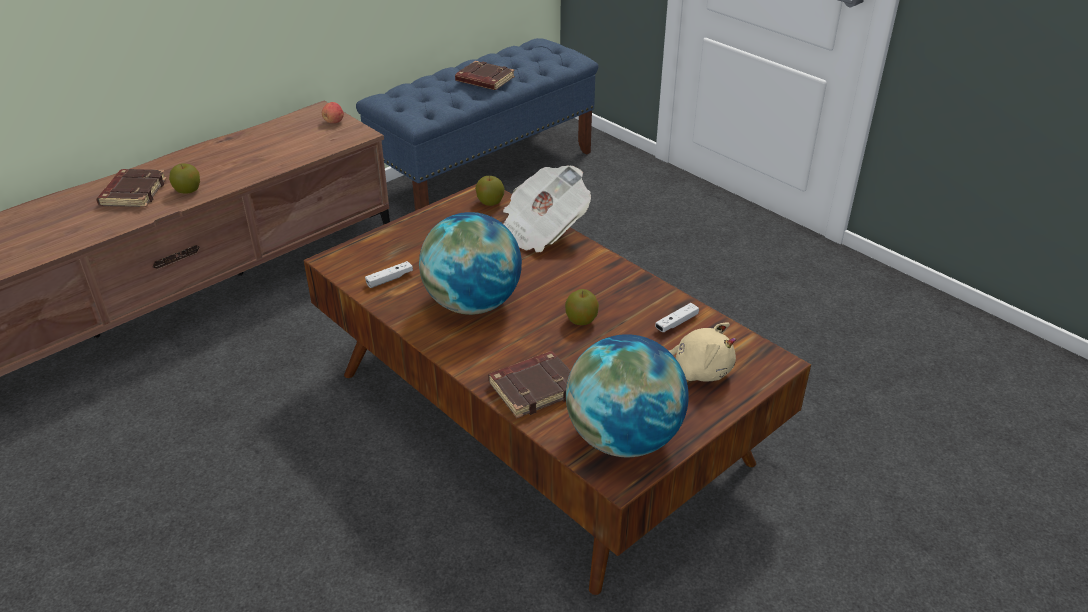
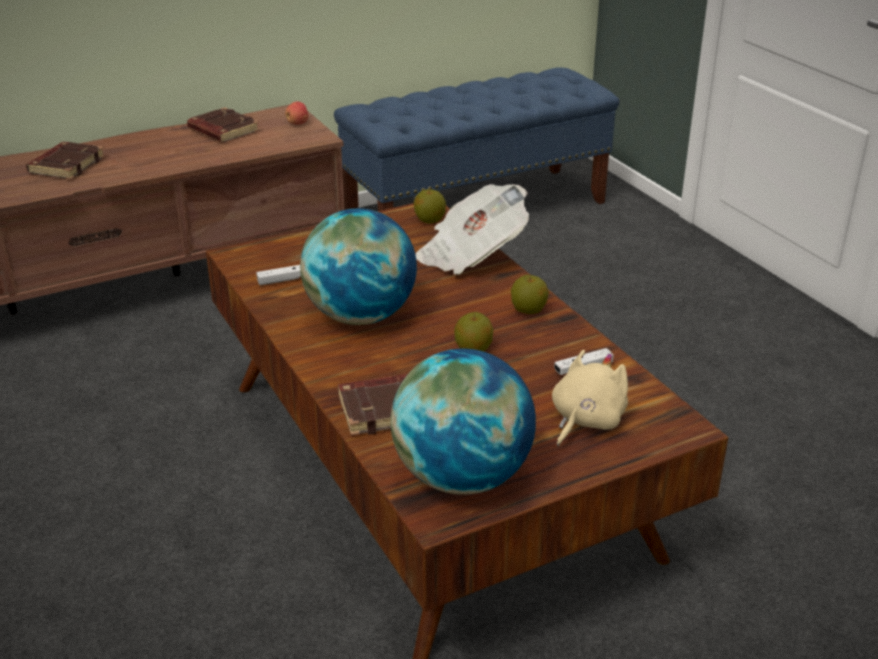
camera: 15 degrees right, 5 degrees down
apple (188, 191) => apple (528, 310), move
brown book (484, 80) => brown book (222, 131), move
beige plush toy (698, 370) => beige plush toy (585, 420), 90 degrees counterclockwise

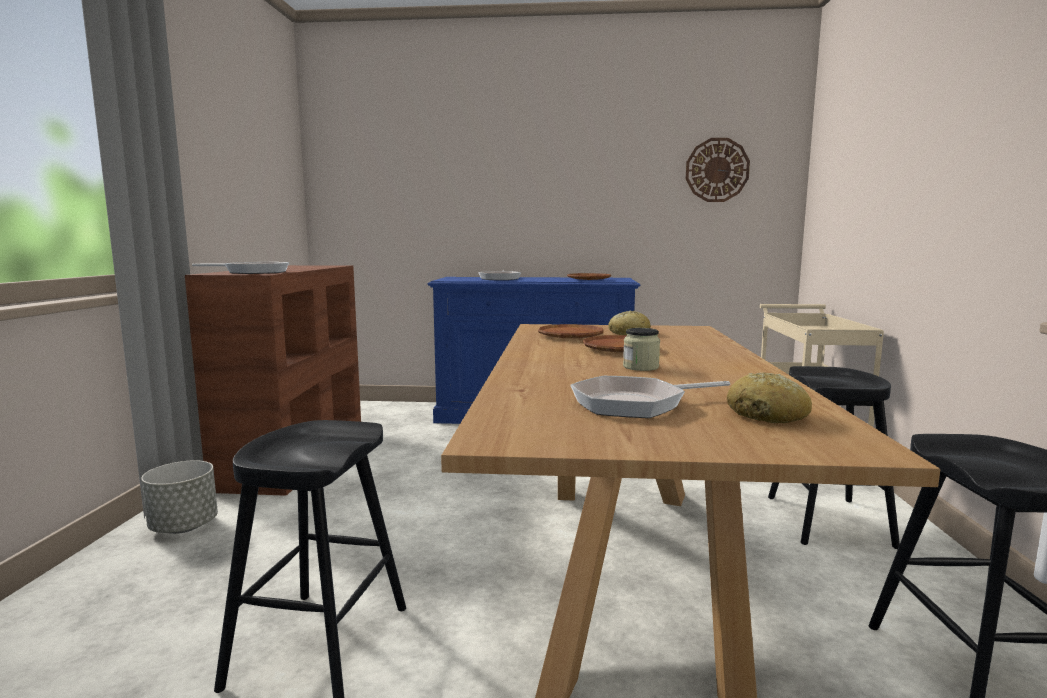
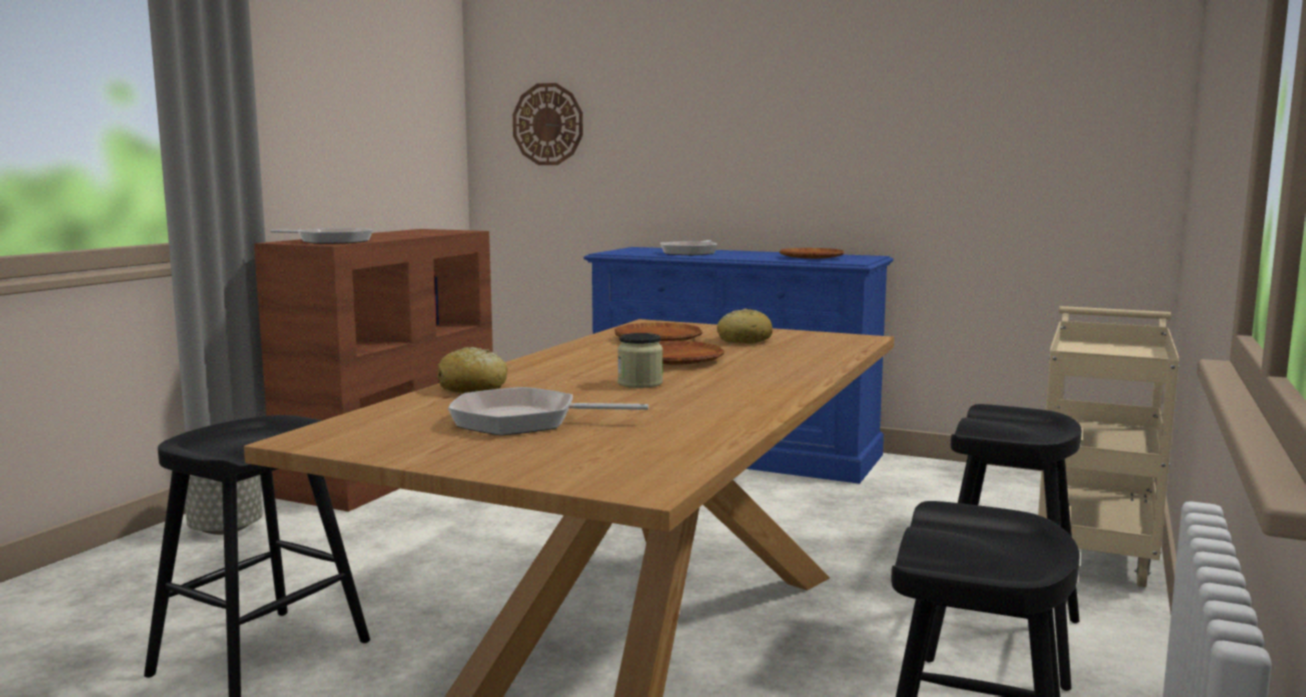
camera: 20 degrees right, 0 degrees up
wall clock (717, 170) => wall clock (548, 124), move
bread (767, 415) => bread (473, 388), move

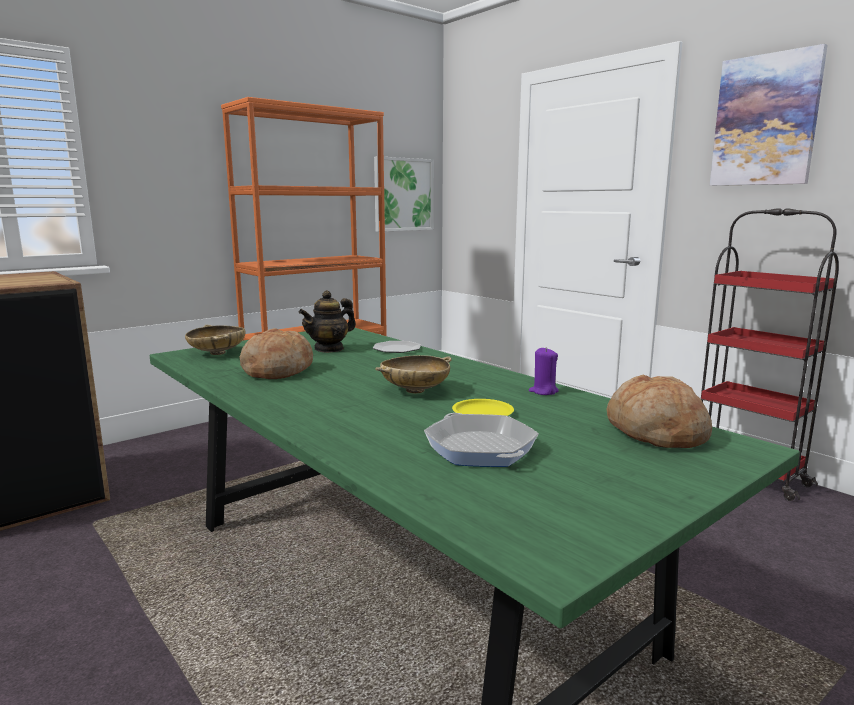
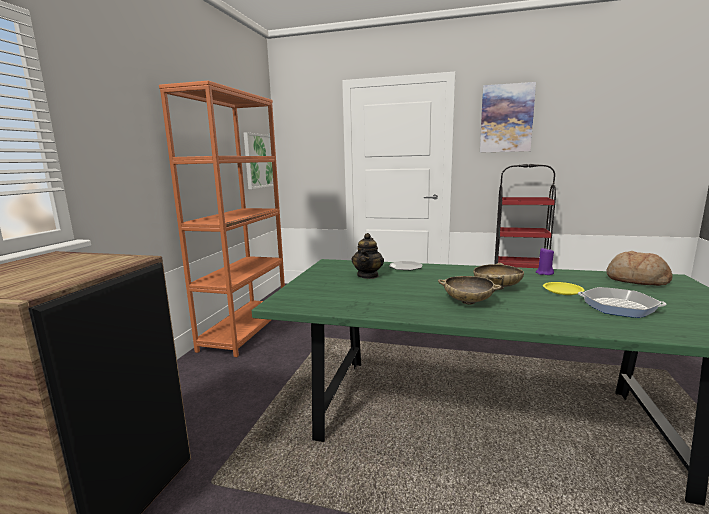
camera: 35 degrees left, 0 degrees up
bread (277, 370) => nothing
beige bowl (217, 353) => beige bowl (468, 302), move

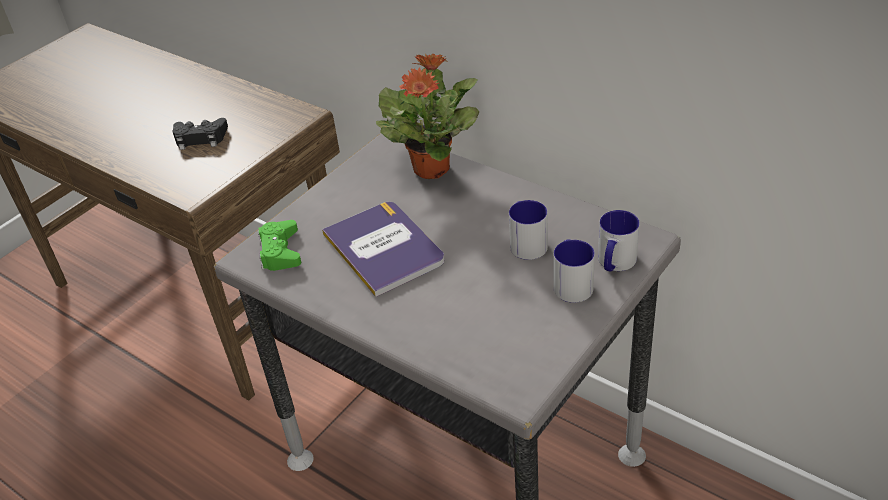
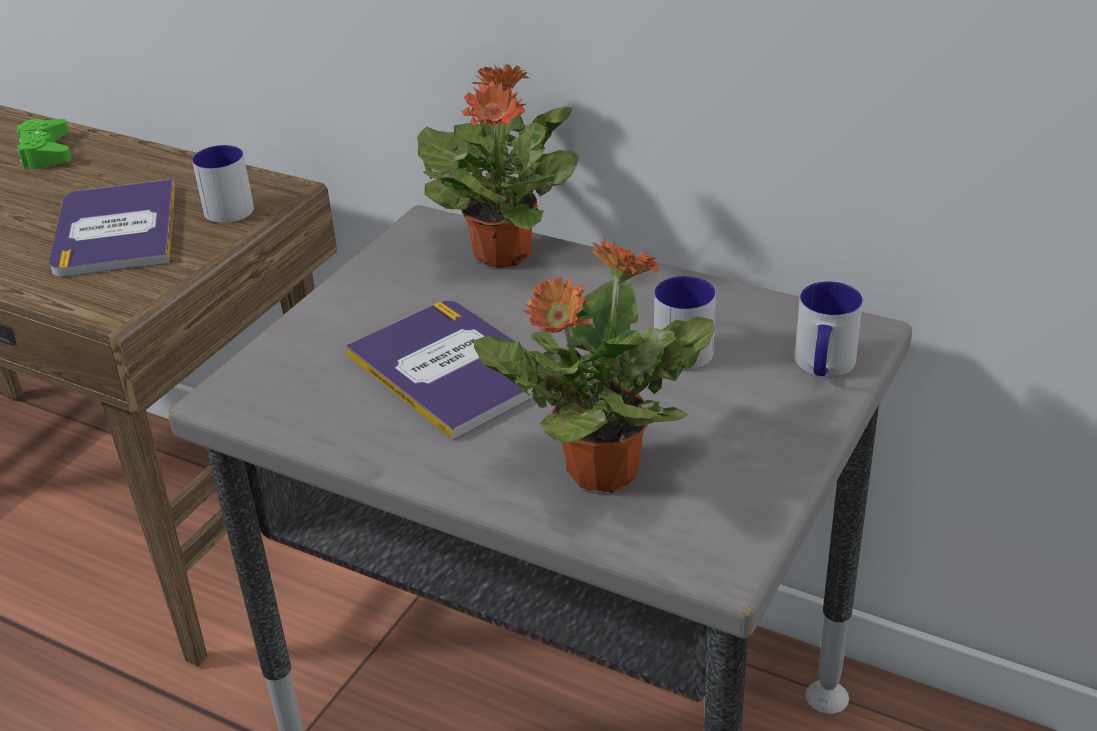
camera: 10 degrees left, 5 degrees down
nothing => potted plant (599, 471)
green game controller (280, 251) => green game controller (46, 153), move
mug (571, 283) => mug (228, 206), move
black game controller (200, 138) => book (116, 230)

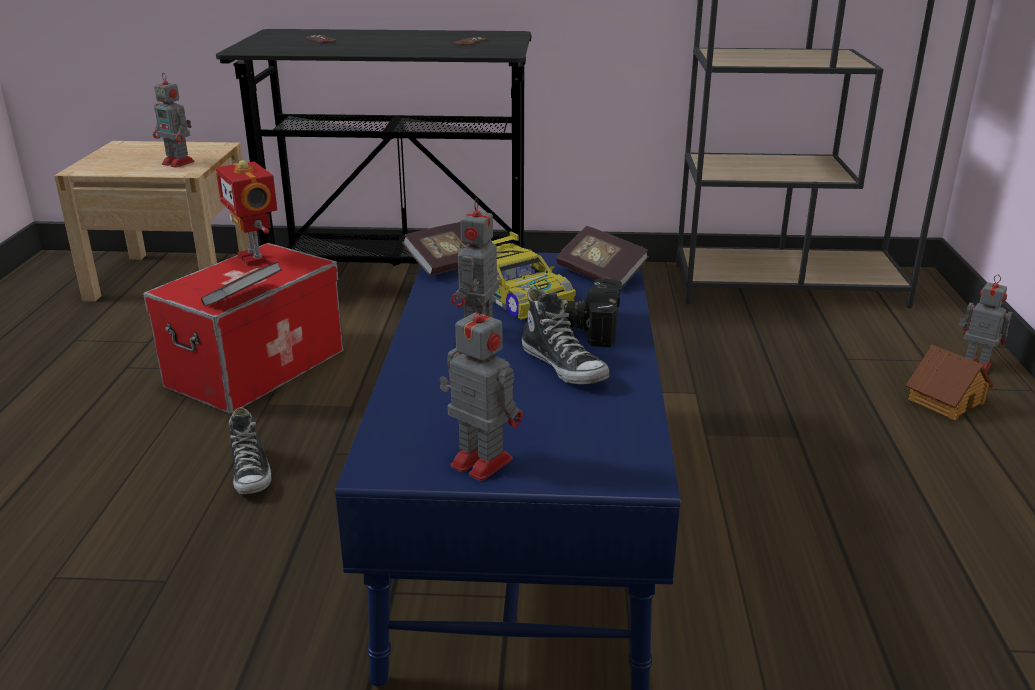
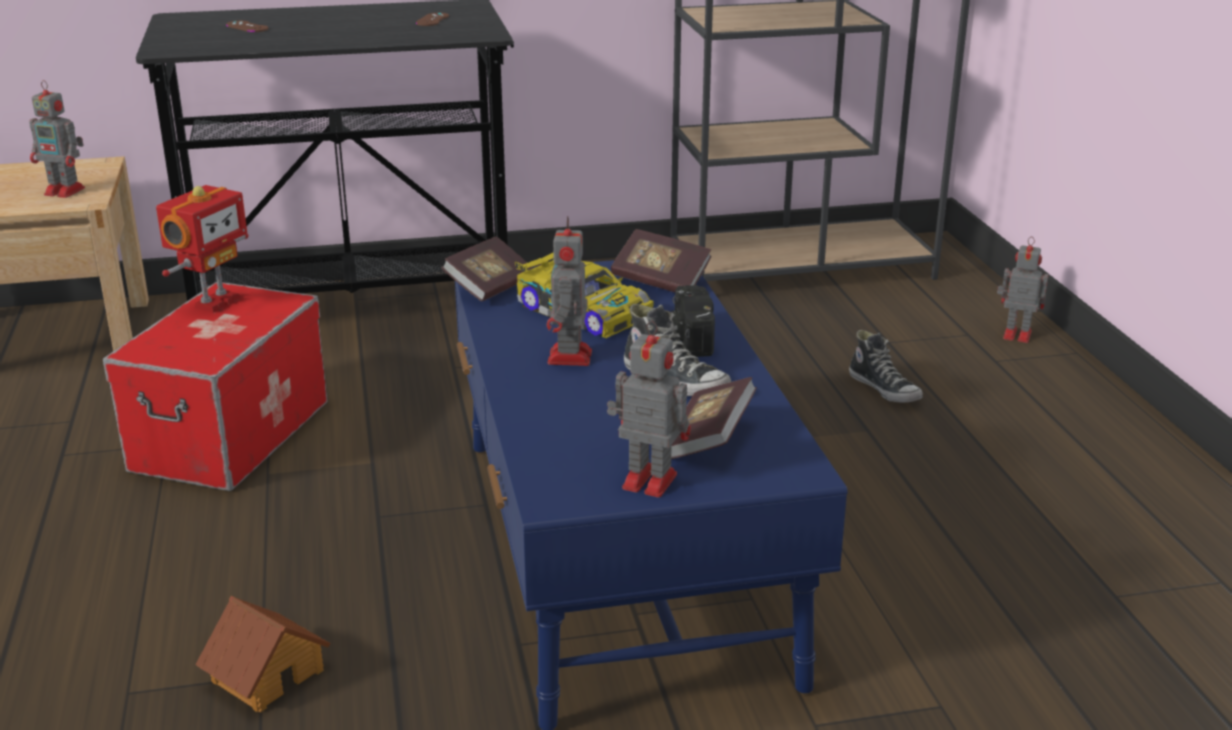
camera: 15 degrees left, 0 degrees up
book (243, 298) => book (709, 439), move
shoe (251, 473) => shoe (885, 389), move
toy house (945, 400) => toy house (266, 674), move
toy robot (255, 258) => toy robot (215, 302), 105 degrees counterclockwise

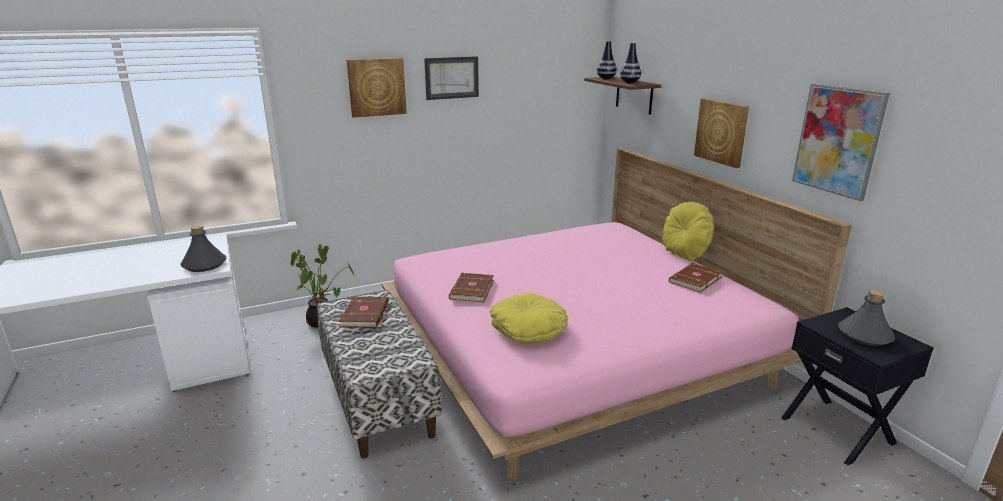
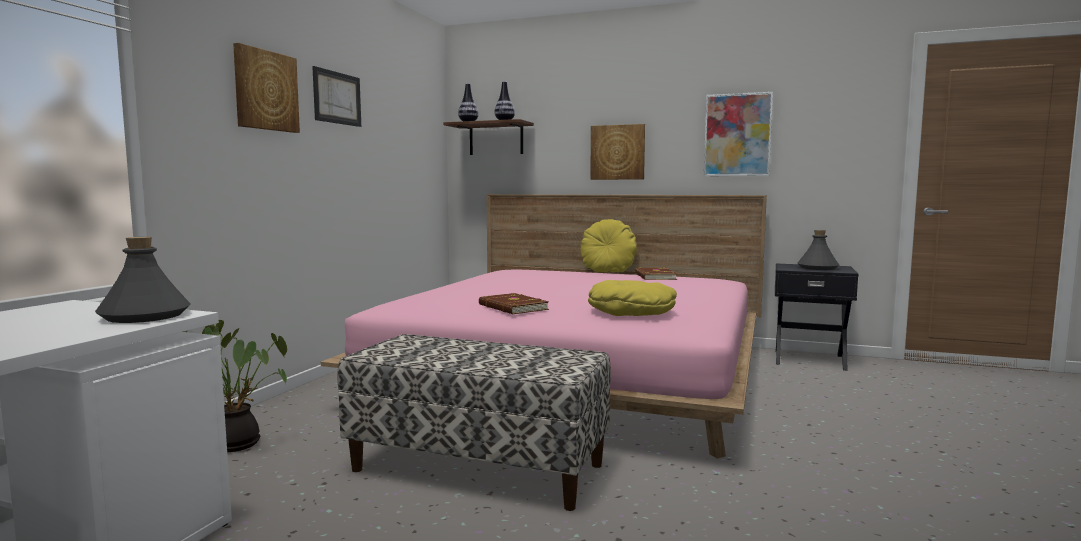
camera: 45 degrees left, 15 degrees down
brown book (366, 314) => nothing

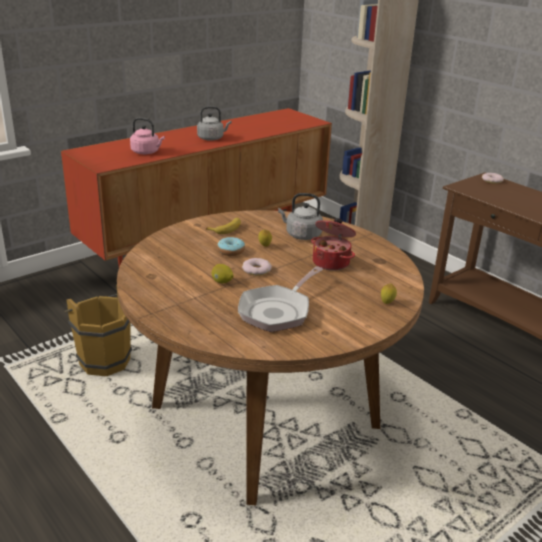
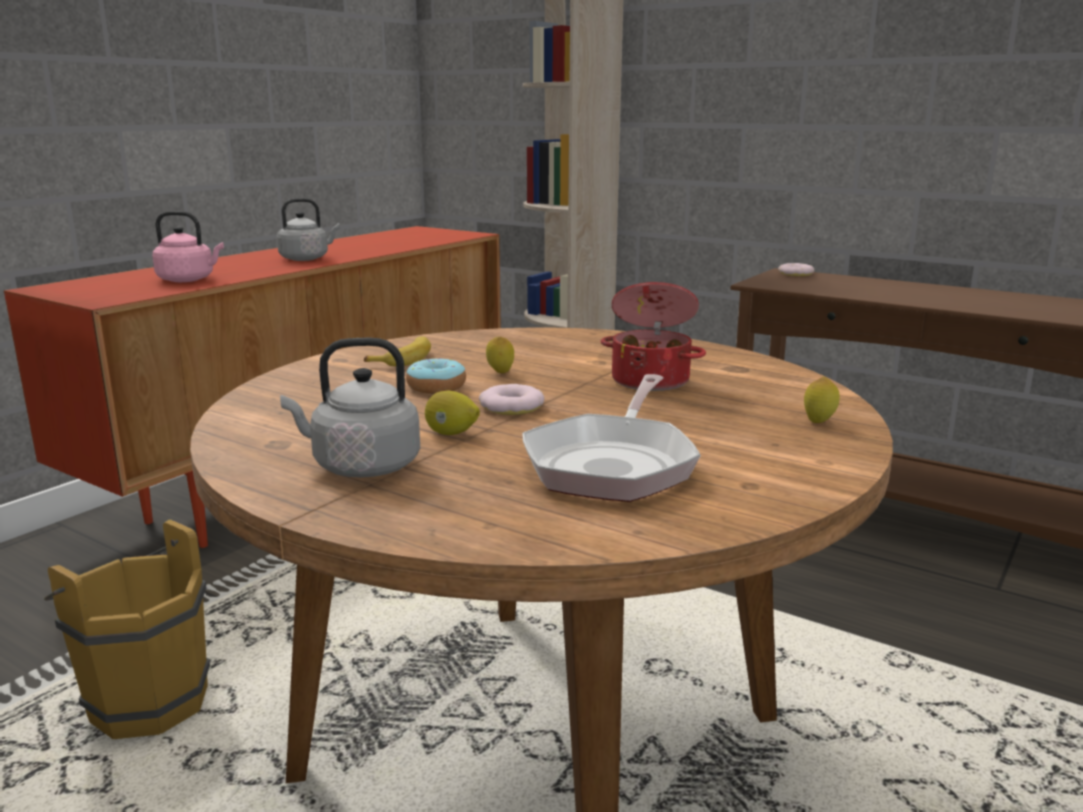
camera: 15 degrees left, 10 degrees down
grey kettle (301, 235) => grey kettle (361, 466), move

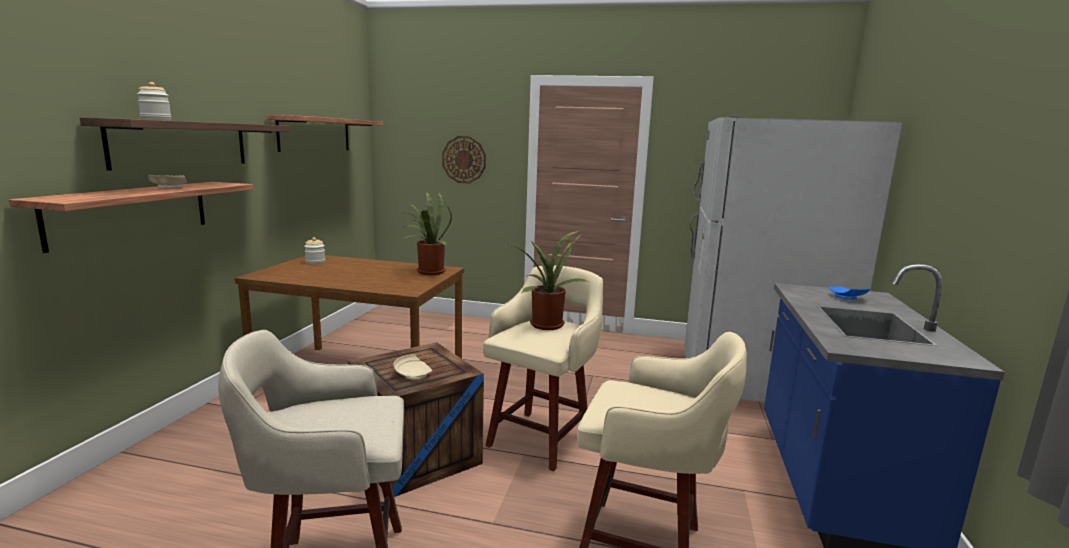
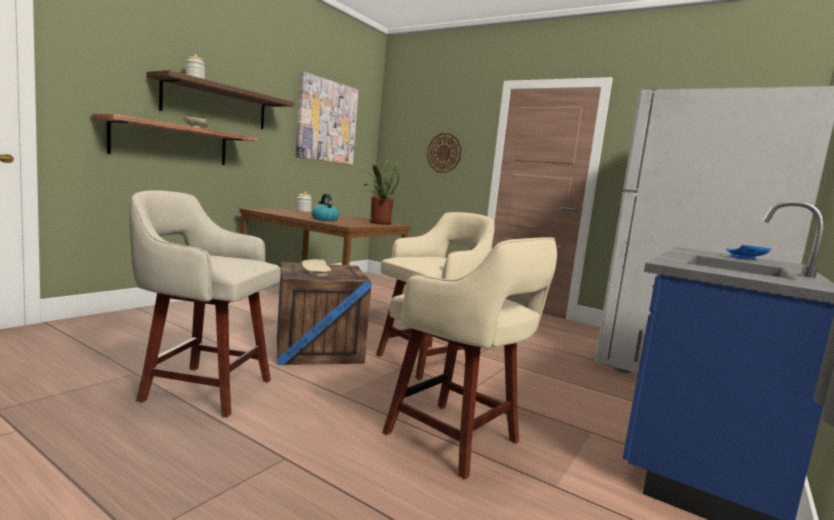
camera: 20 degrees right, 5 degrees down
potted plant (546, 324) => nothing
nothing => kettle (324, 219)
shelf (315, 134) => picture (326, 121)

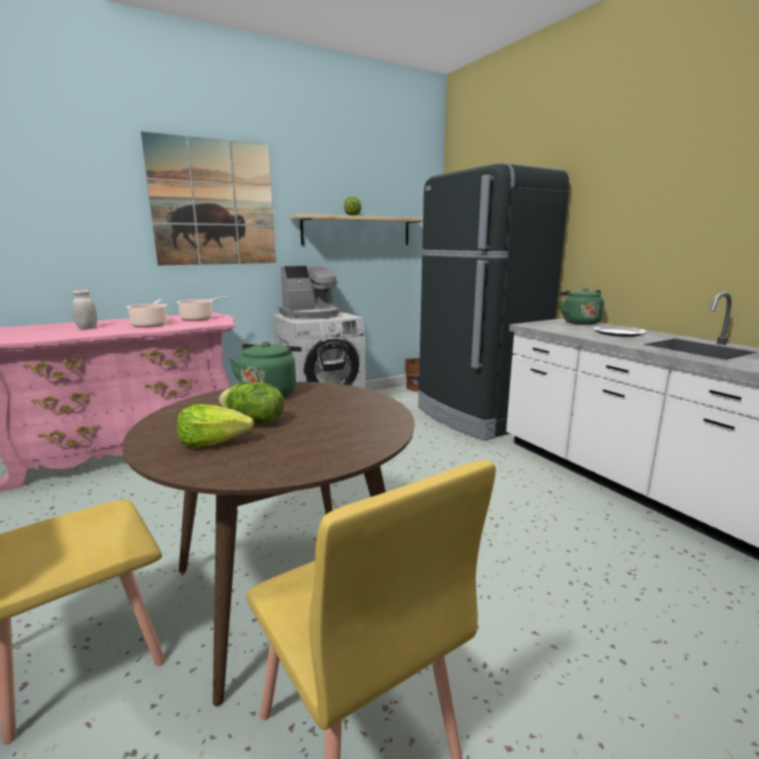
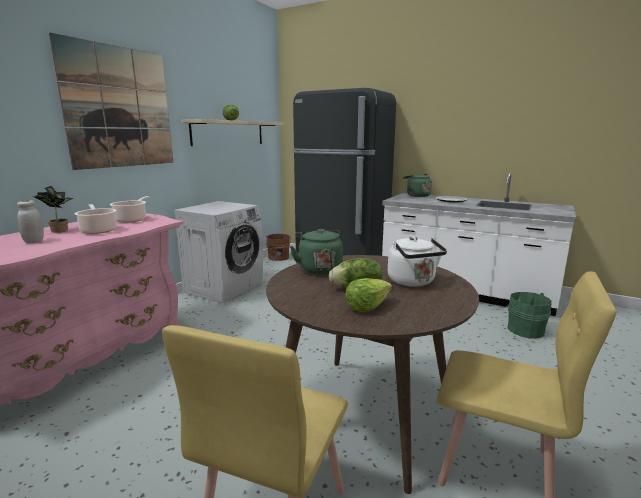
camera: 30 degrees left, 0 degrees up
coffee machine (311, 315) => nothing
nothing => potted plant (59, 230)
nothing => white kettle (413, 282)
nothing => green bucket (524, 329)

